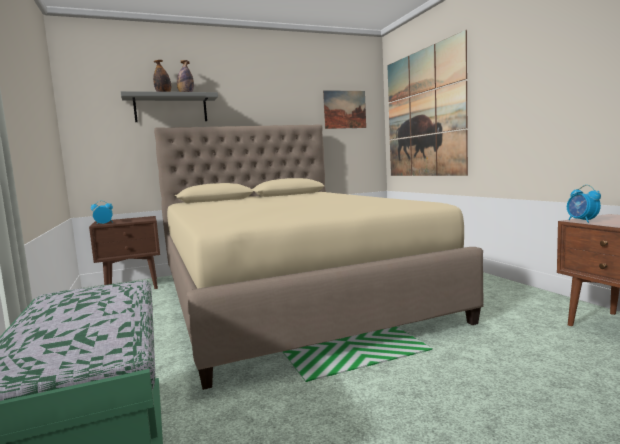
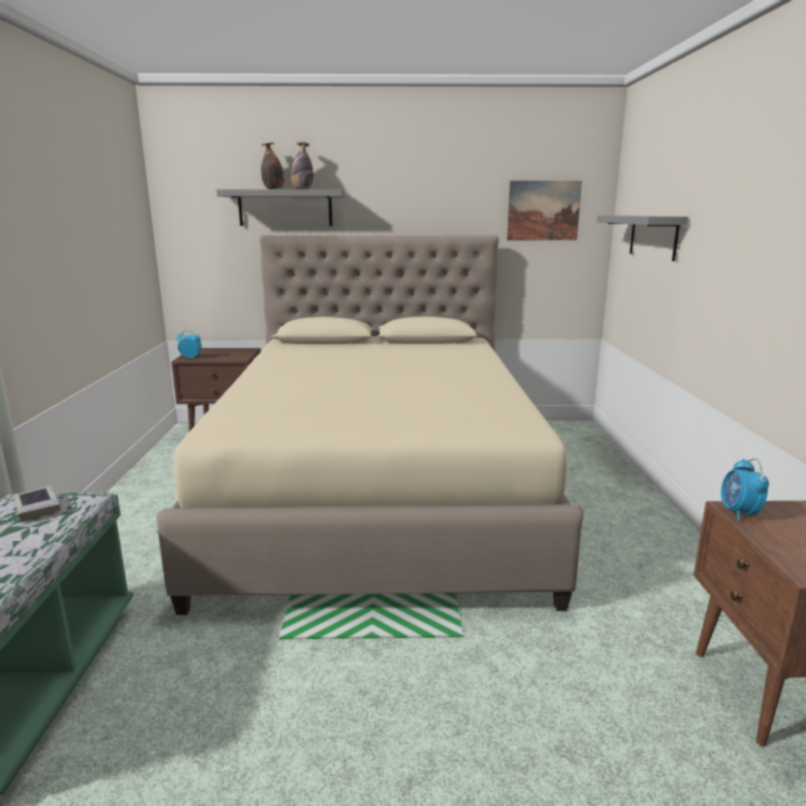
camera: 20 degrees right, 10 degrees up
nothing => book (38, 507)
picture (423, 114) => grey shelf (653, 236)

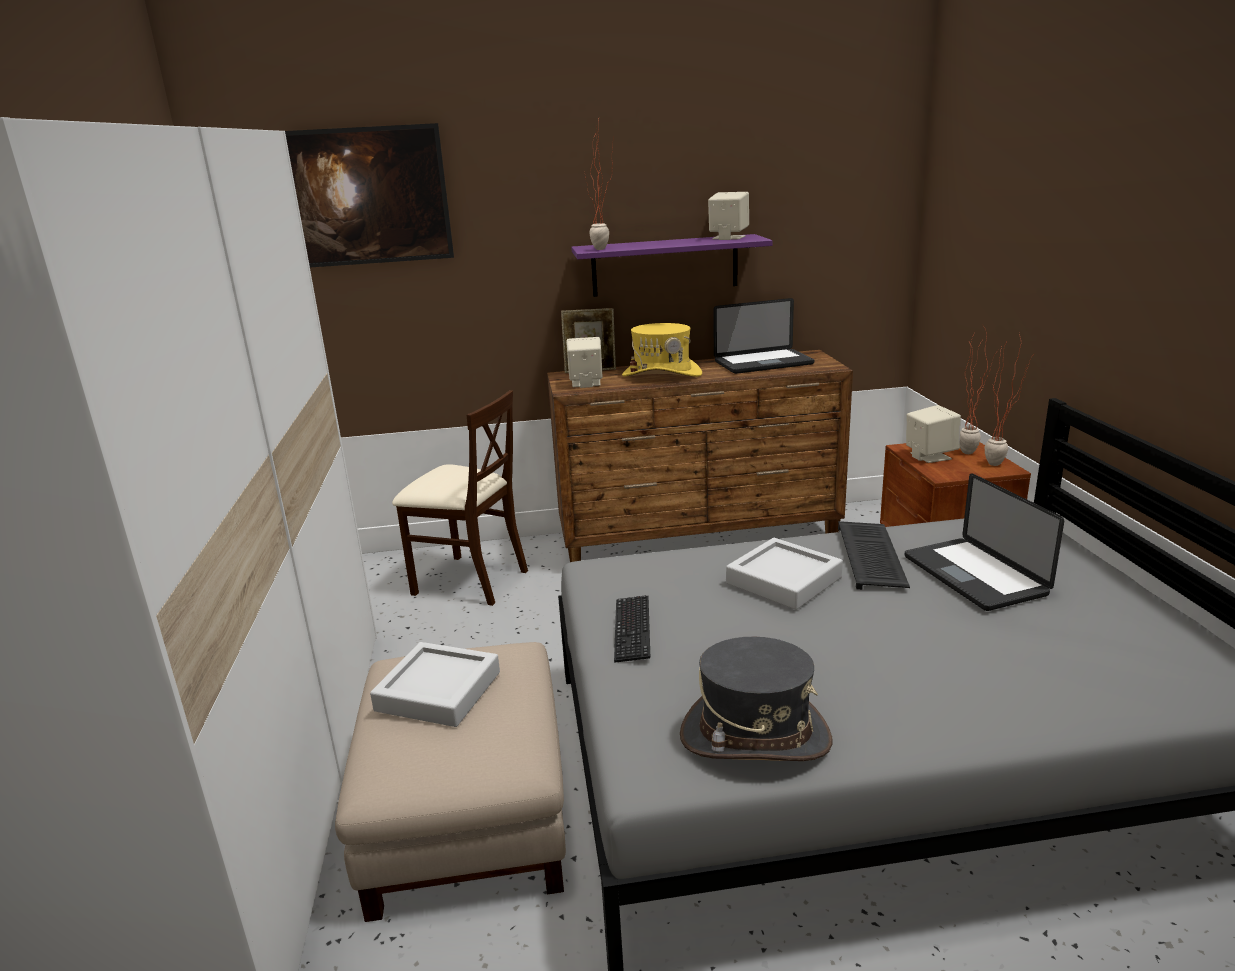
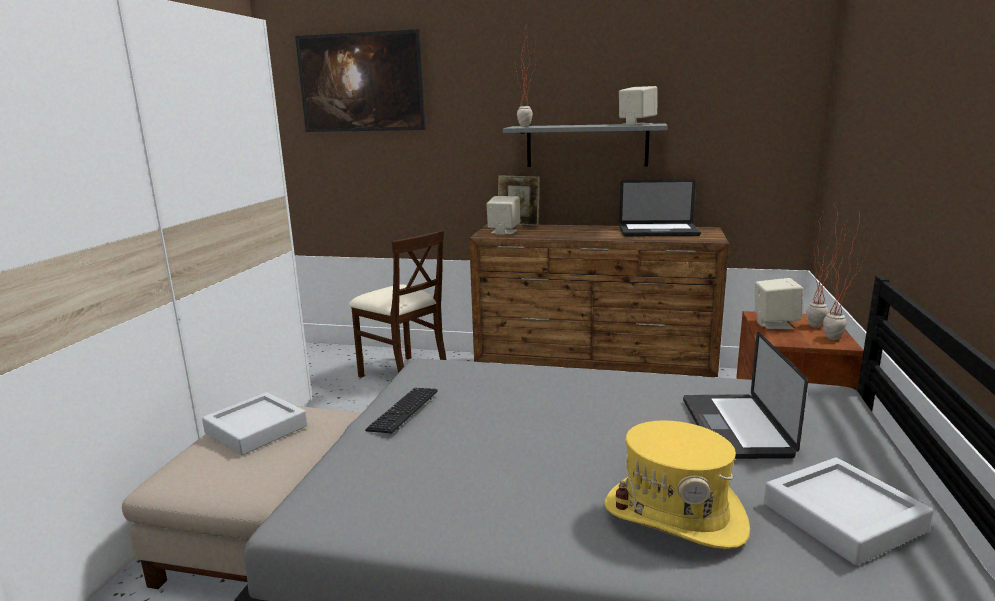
camera: 20 degrees right, 5 degrees down
grey hat (754, 737) => nothing
keyboard (872, 557) => nothing
yellow hat (662, 374) => yellow hat (674, 515), move
grey tray (783, 580) => grey tray (842, 517), move
purple shelf (665, 265) => grey shelf (586, 145)

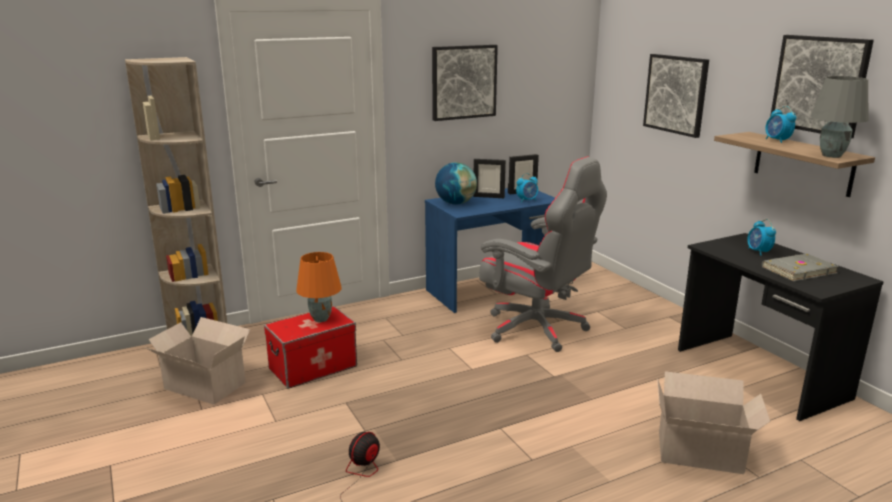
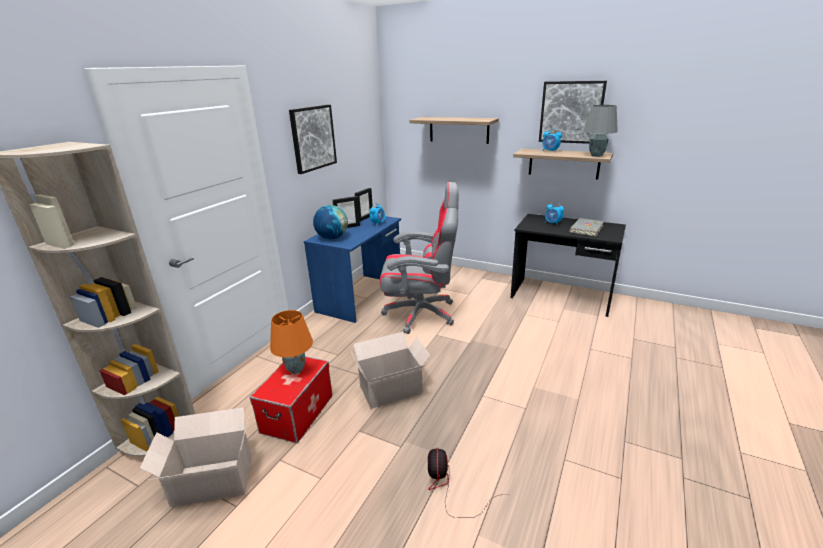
camera: 35 degrees left, 5 degrees up
cardboard box (702, 453) => cardboard box (392, 389), move
picture (676, 94) => shelf (459, 130)

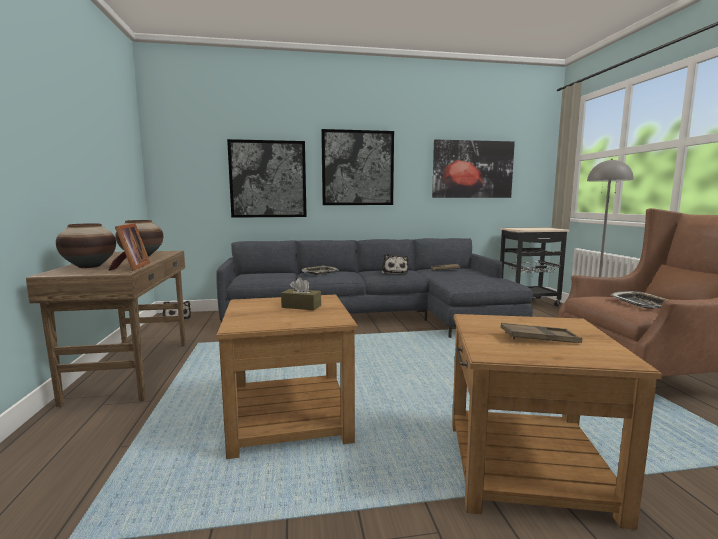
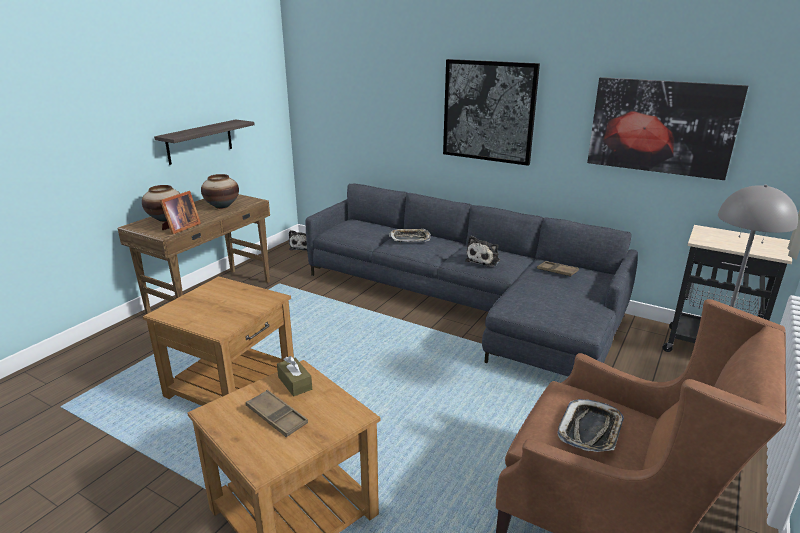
camera: 40 degrees right, 15 degrees up
picture (268, 179) => nothing
nothing => shelf (199, 141)
brown tissue box (301, 306) => brown tissue box (295, 383), move

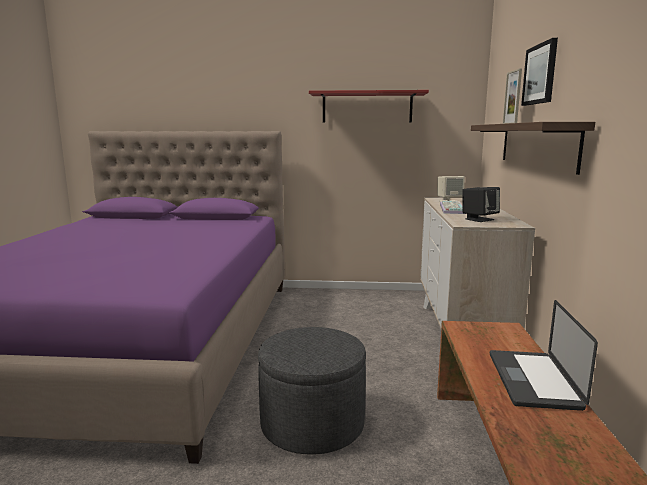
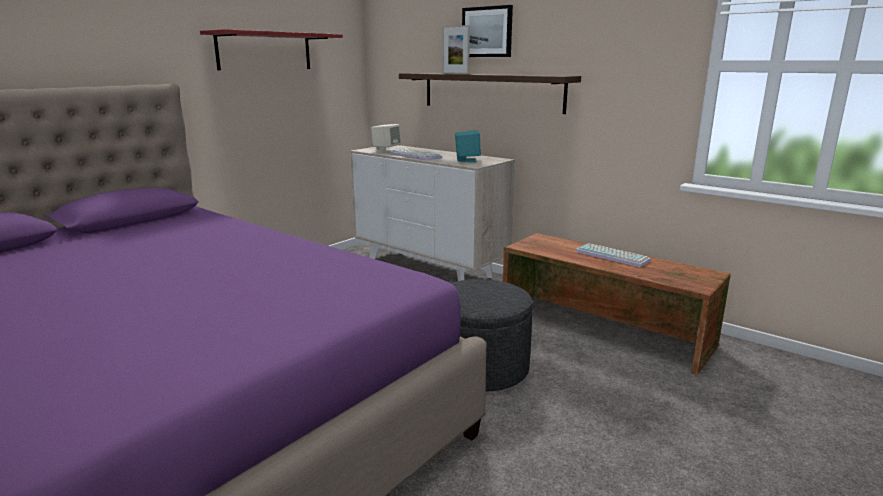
camera: 55 degrees left, 5 degrees up
laptop (533, 380) => keyboard (613, 256)
black speaker (479, 219) => turquoise speaker (467, 160)

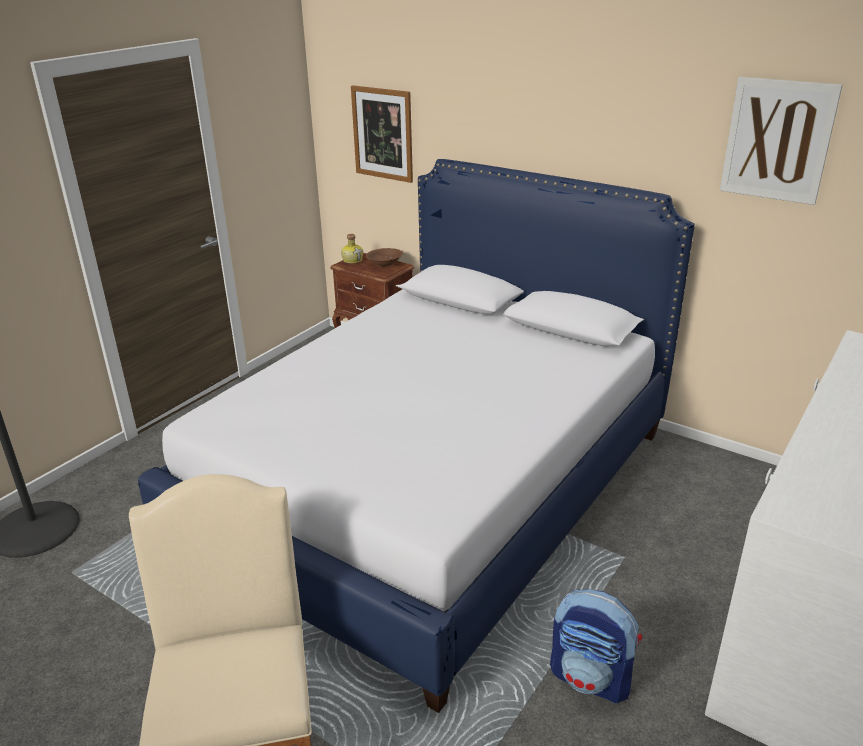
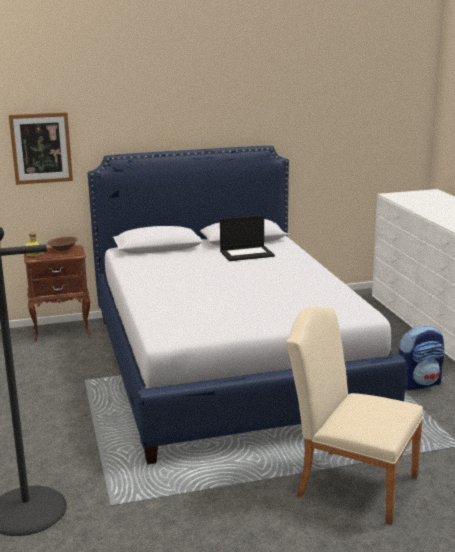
camera: 50 degrees left, 10 degrees down
picture (777, 140) => nothing
nothing => laptop (247, 253)

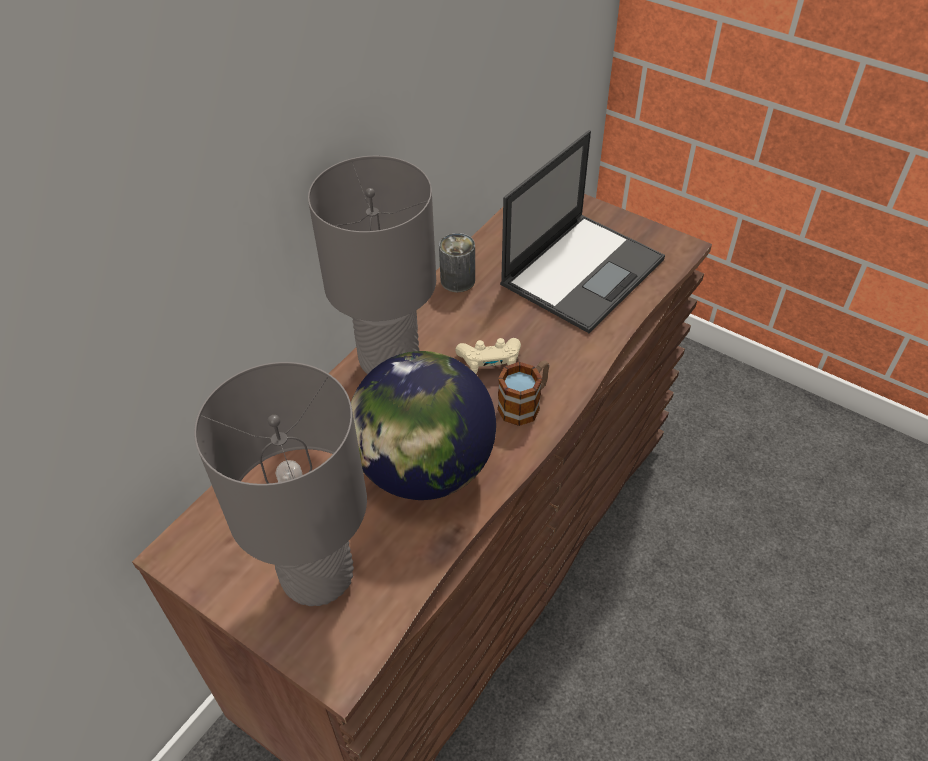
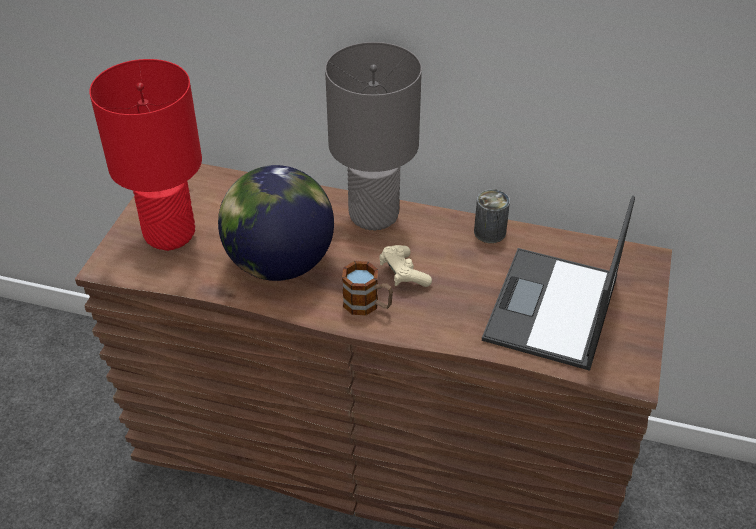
camera: 70 degrees right, 5 degrees down
grey table lamp (318, 580) => red table lamp (169, 238)
laptop (583, 270) => laptop (551, 310), 90 degrees clockwise

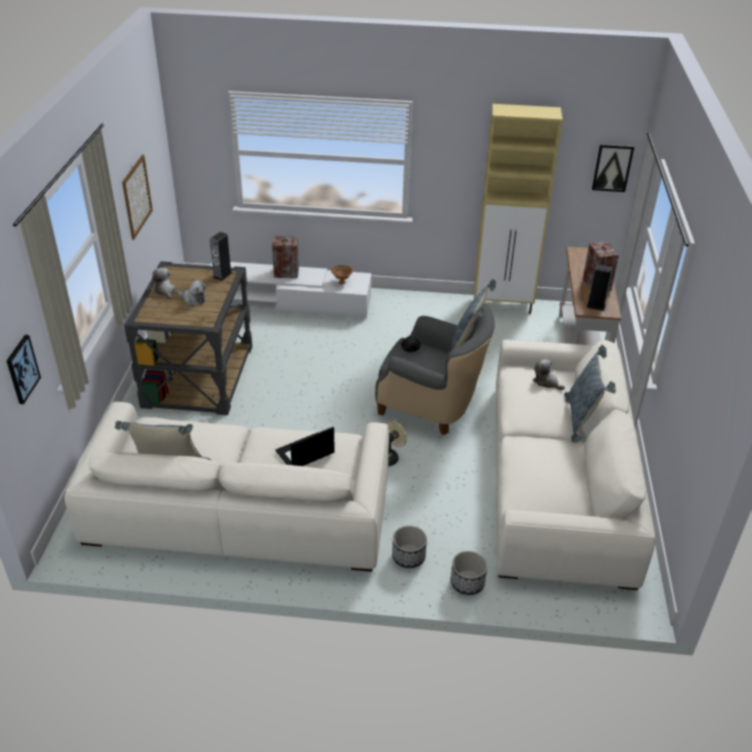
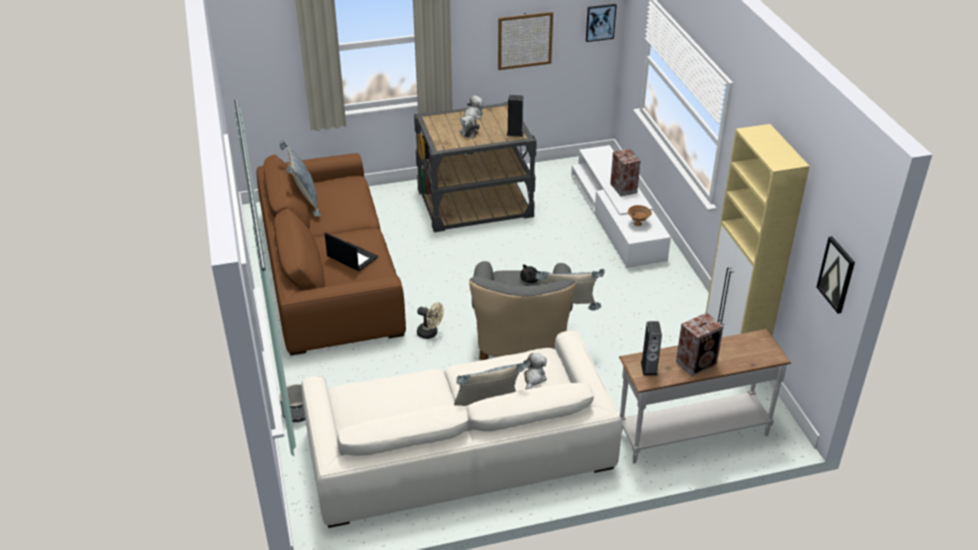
camera: 70 degrees right, 0 degrees up
planter (408, 556) => nothing
picture (22, 369) => picture (600, 22), move
white sofa (239, 509) => brown sofa (329, 271)

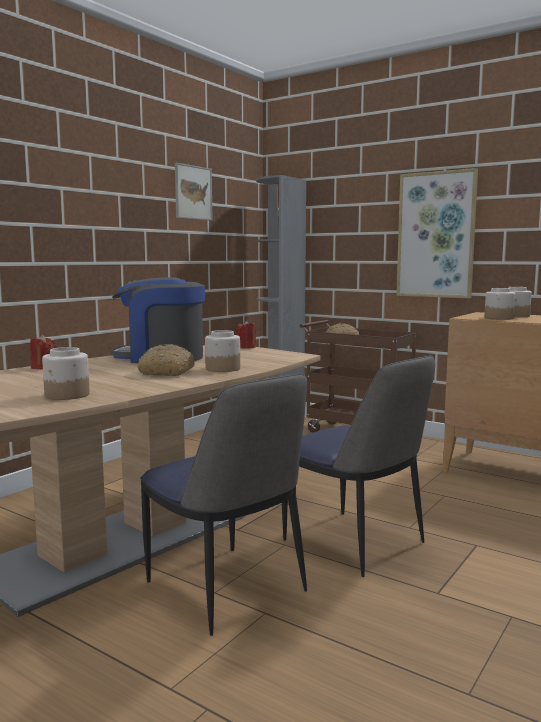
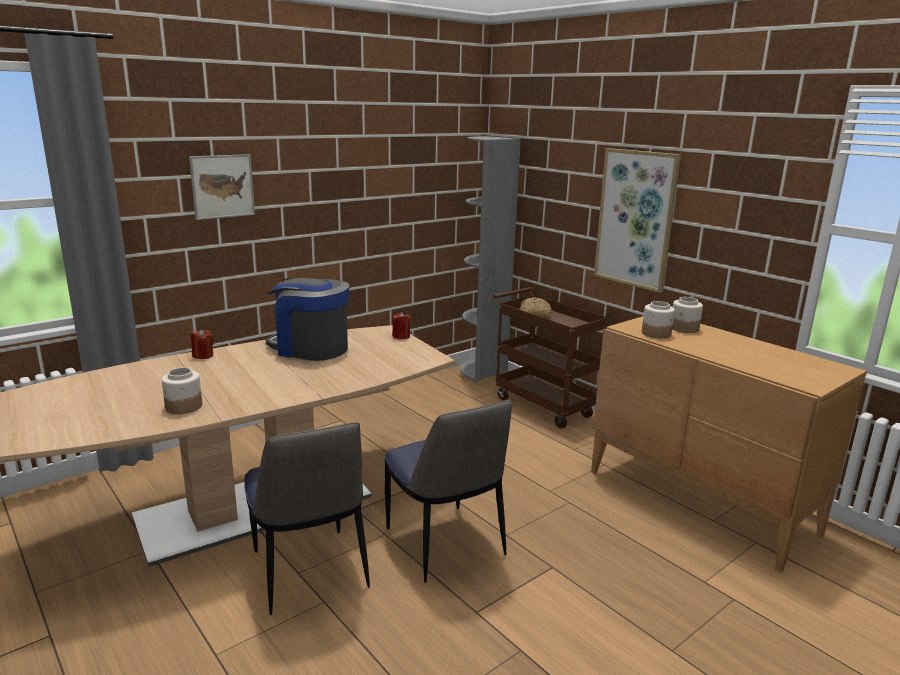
camera: 15 degrees right, 10 degrees up
bread (167, 372) => nothing
jar (222, 369) => nothing
picture (193, 192) => picture (222, 186), move

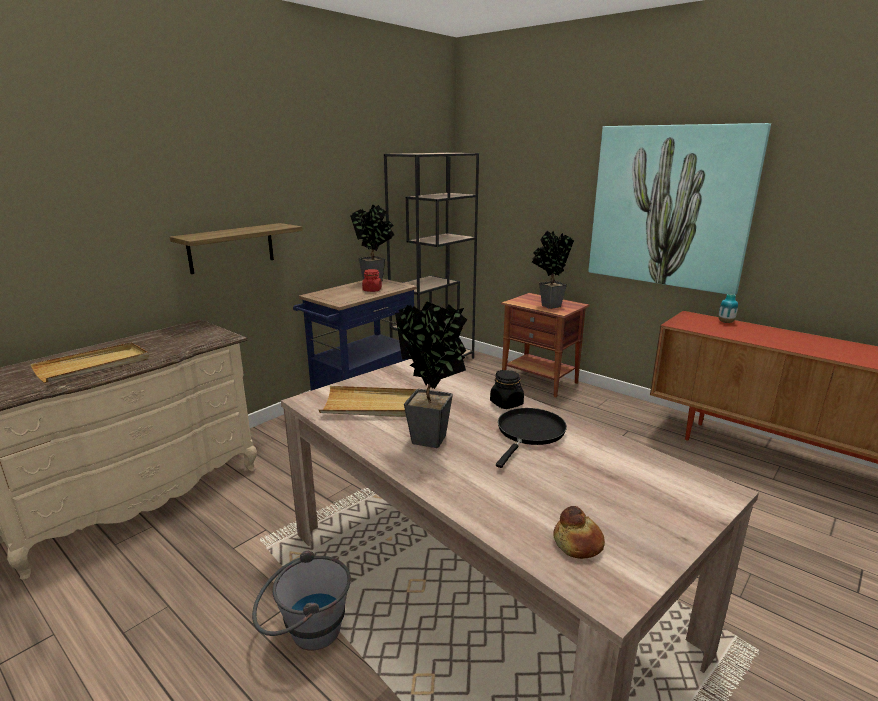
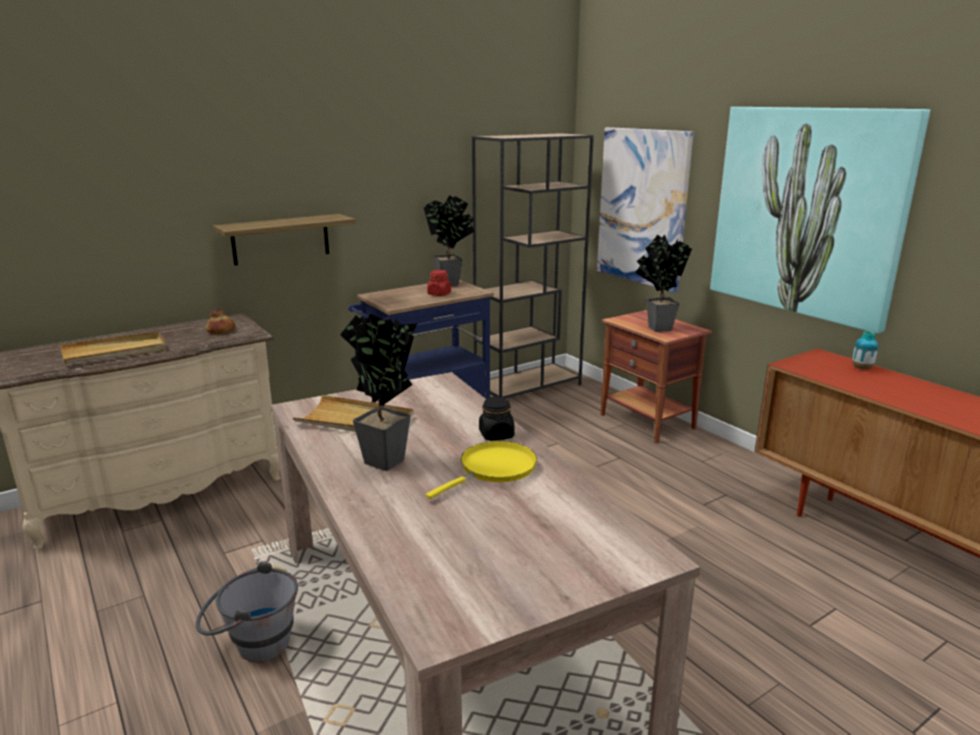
camera: 15 degrees right, 0 degrees up
nothing => picture (642, 207)
bread (578, 543) => bread (221, 330), move
black frying pan (529, 433) => yellow frying pan (494, 469)

